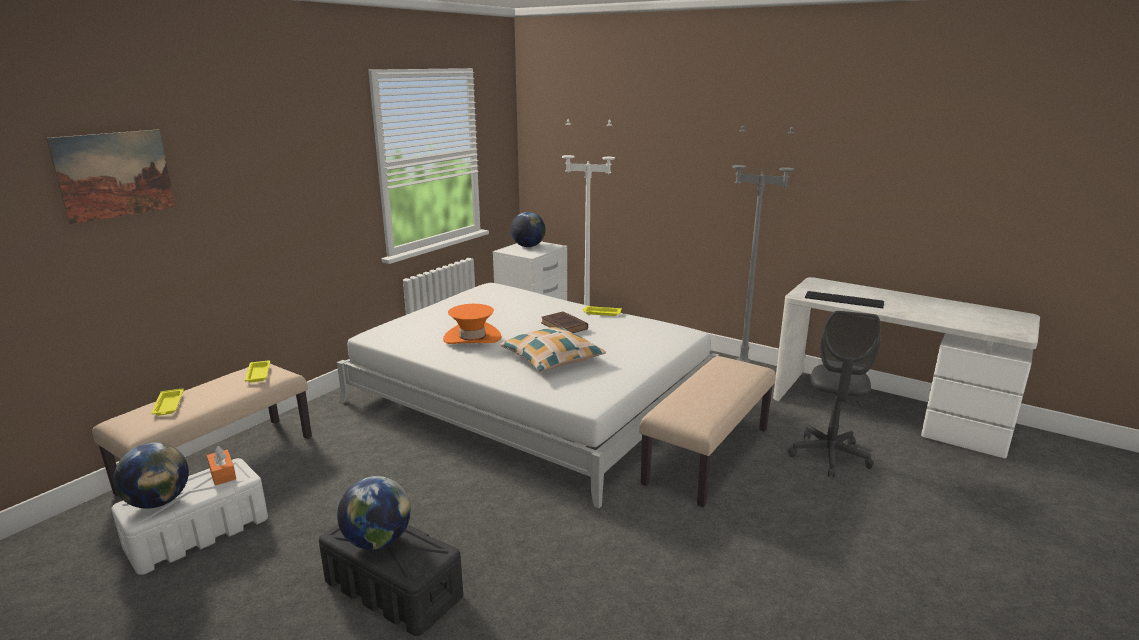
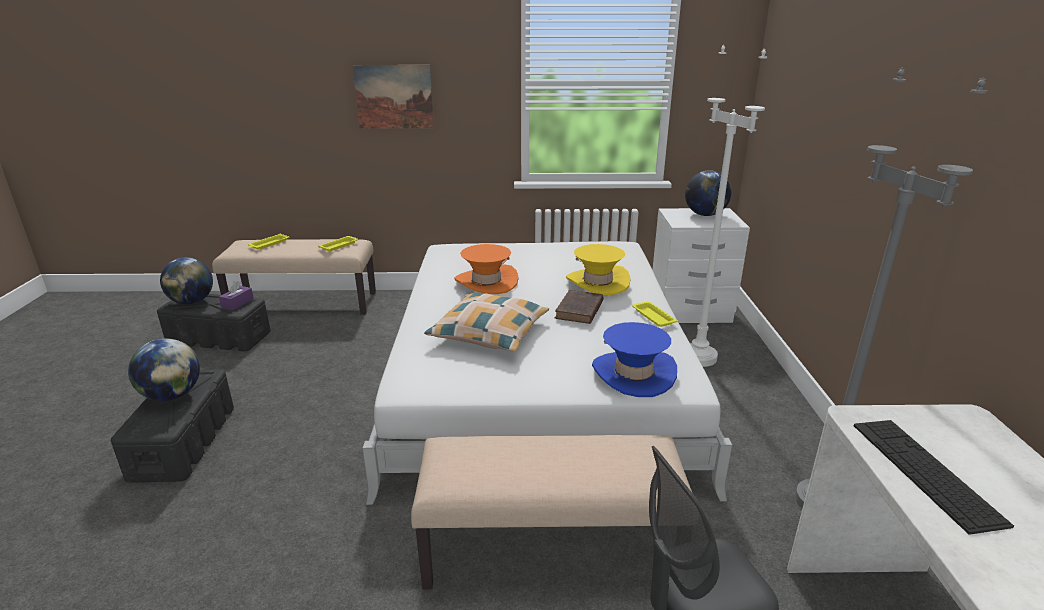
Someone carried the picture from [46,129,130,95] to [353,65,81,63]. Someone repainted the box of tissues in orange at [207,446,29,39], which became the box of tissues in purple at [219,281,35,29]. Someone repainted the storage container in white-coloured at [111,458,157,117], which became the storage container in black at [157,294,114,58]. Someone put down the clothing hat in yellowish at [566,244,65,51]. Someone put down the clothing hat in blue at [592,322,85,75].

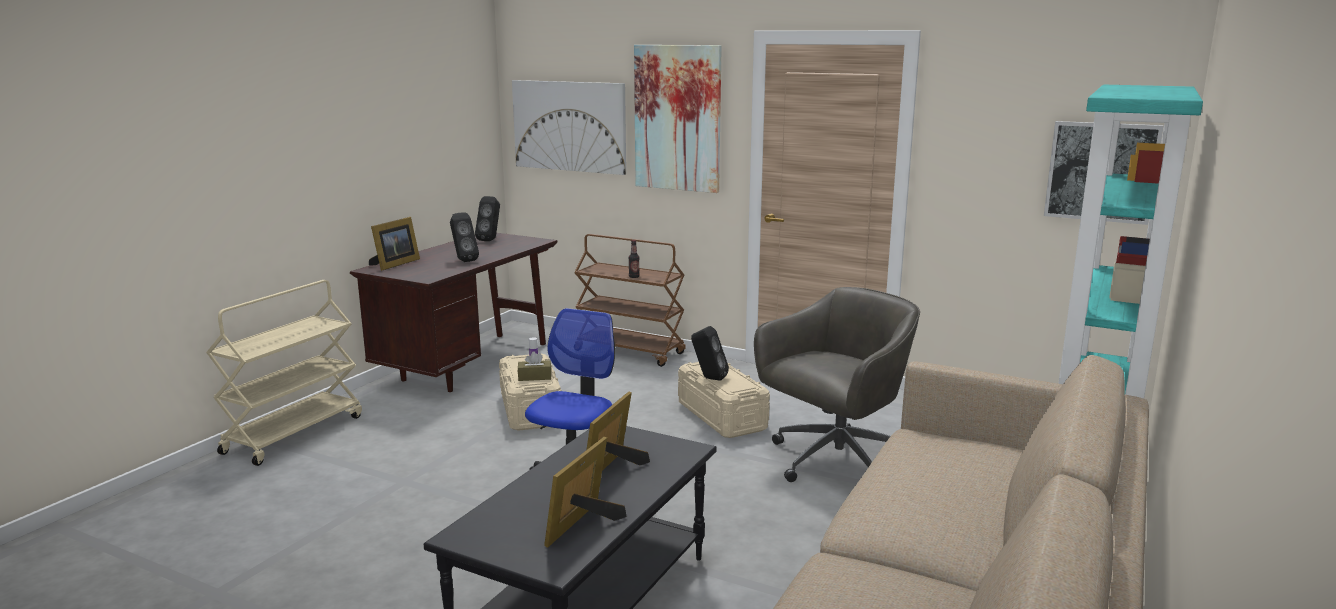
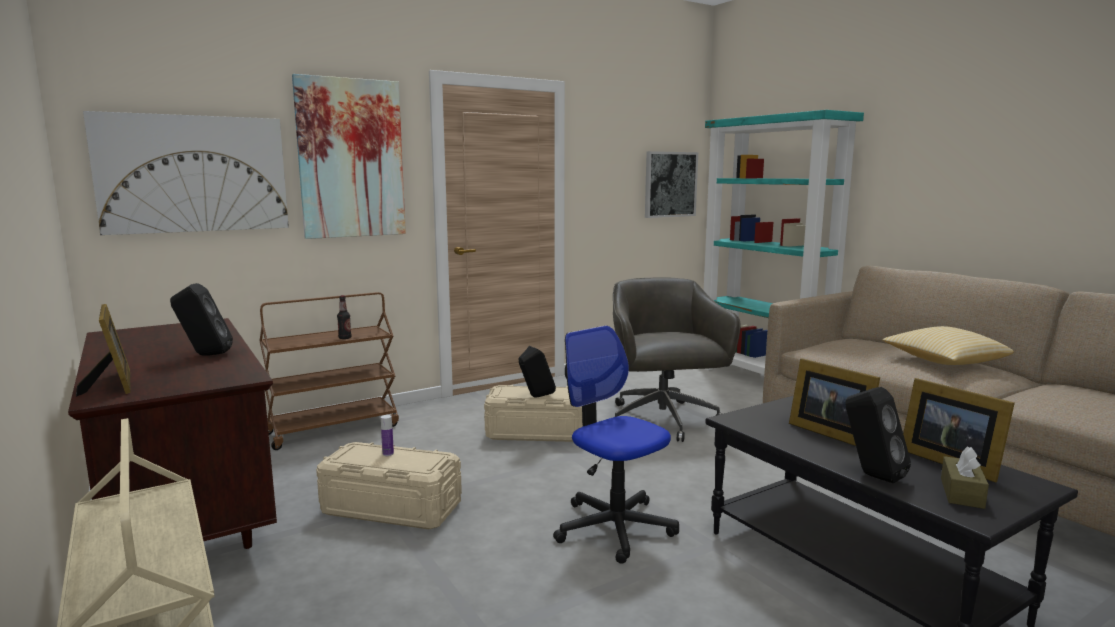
Someone carried the speaker in black from [475,196,25,45] to [845,387,66,97]. Someone carried the box of tissues in brown from [518,351,33,30] to [941,446,48,63]. Someone put down the cushion at [883,326,131,39].

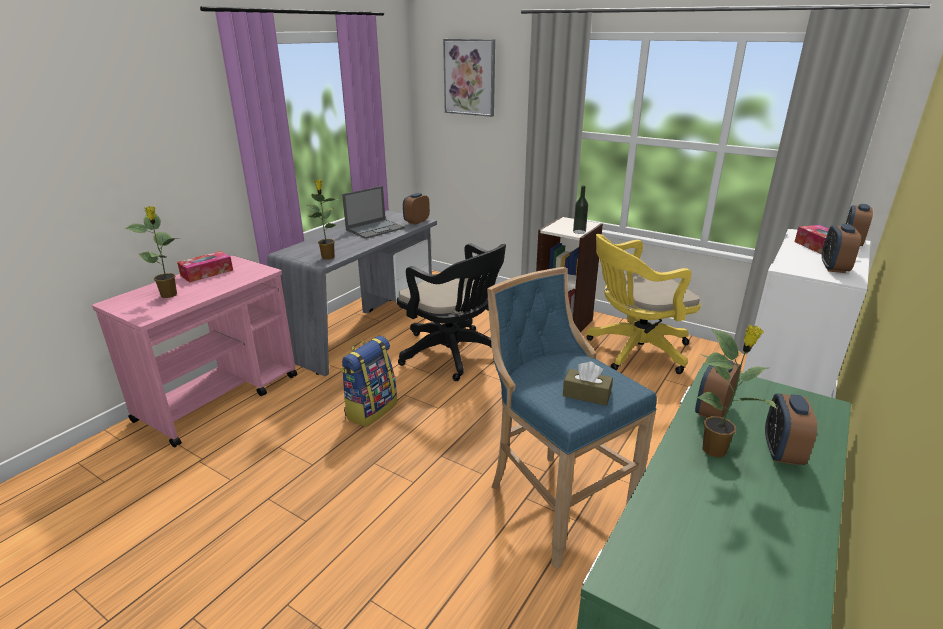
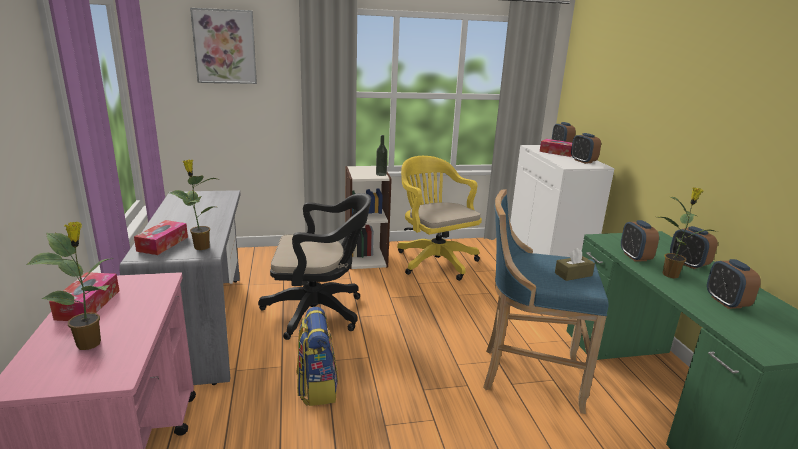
Someone took away the laptop at [342,186,63,53]. Someone carried the table clock from [403,193,27,32] to [707,259,54,50]. Someone rotated the office chair in yellowish at [586,234,115,140] by 120 degrees clockwise. Someone put down the box of tissues at [134,220,54,35].

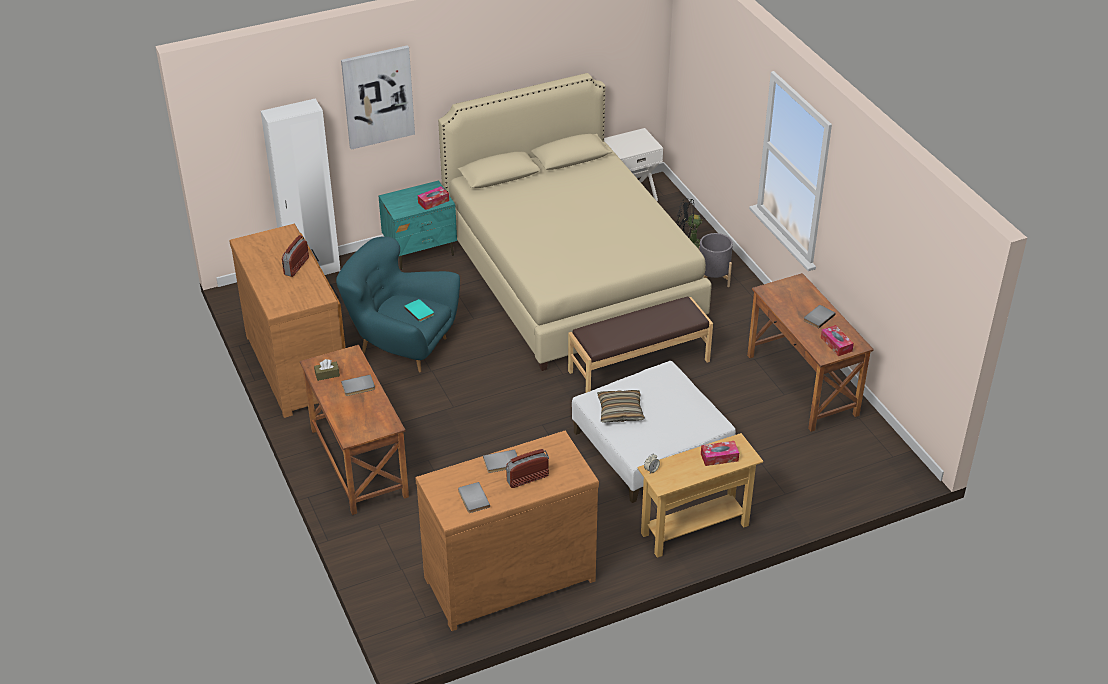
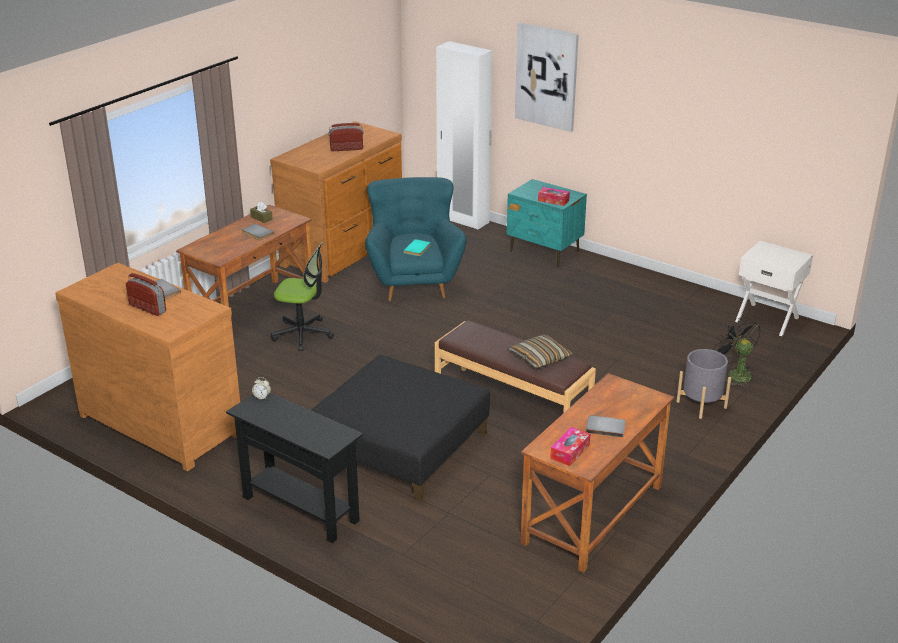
Someone took away the bed in beige at [438,73,274,298]. Someone repainted the ottoman in white-coloured at [572,361,164,142], which became the ottoman in black at [311,355,179,147]. Someone carried the cushion from [597,390,48,33] to [509,334,64,35]. Someone repainted the console table in beige at [637,433,126,125], which became the console table in black at [226,393,137,150]. Someone took away the box of tissues at [701,441,38,25]. Someone took away the bound book in grey at [458,482,32,31]. Someone put down the office chair at [271,242,63,109].

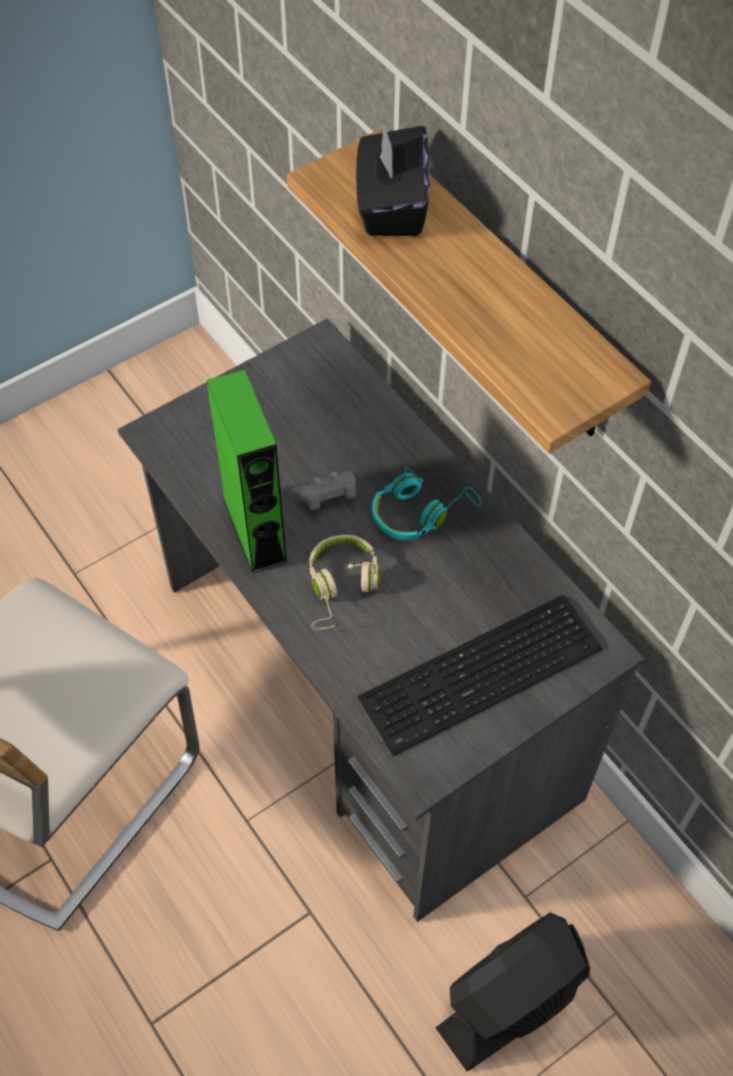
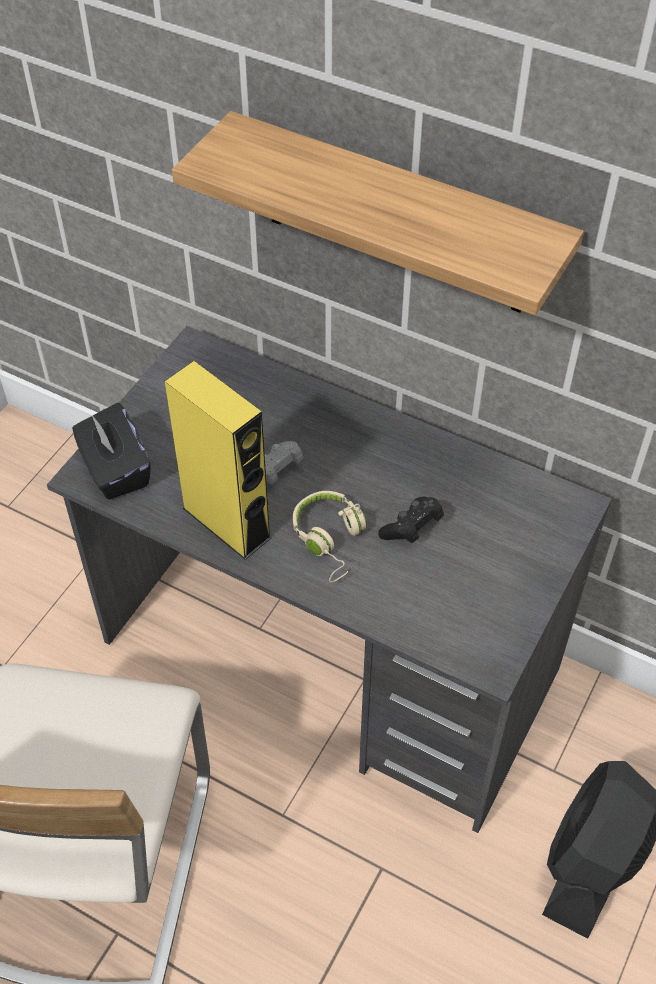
Someone carried the box of tissues in black from [356,125,74,111] to [72,403,78,97]. Someone repainted the speaker in greenish at [206,369,82,205], which became the speaker in yellowish at [165,361,107,199]. Someone took away the pair of headphones in blue-green at [372,467,109,73]. Someone took away the PC keyboard at [358,595,244,161]. Someone put down the gamepad in black at [378,496,66,47].

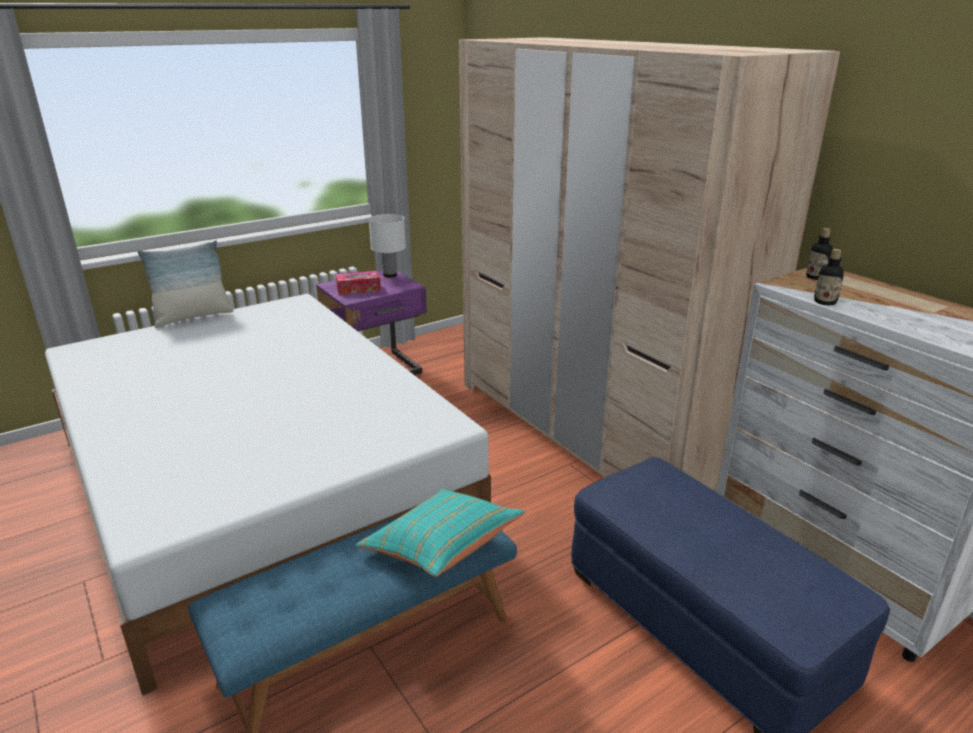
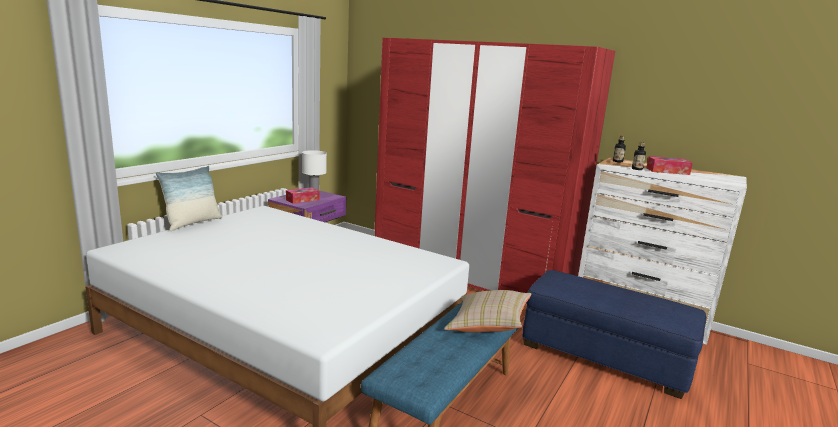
Someone repainted the armoire in beige at [459,37,381,455], which became the armoire in reddish at [374,38,241,255]. Someone repainted the cushion in blue-green at [356,489,169,88], which became the cushion in beige at [444,290,88,43]. Someone put down the box of tissues at [646,156,47,19].

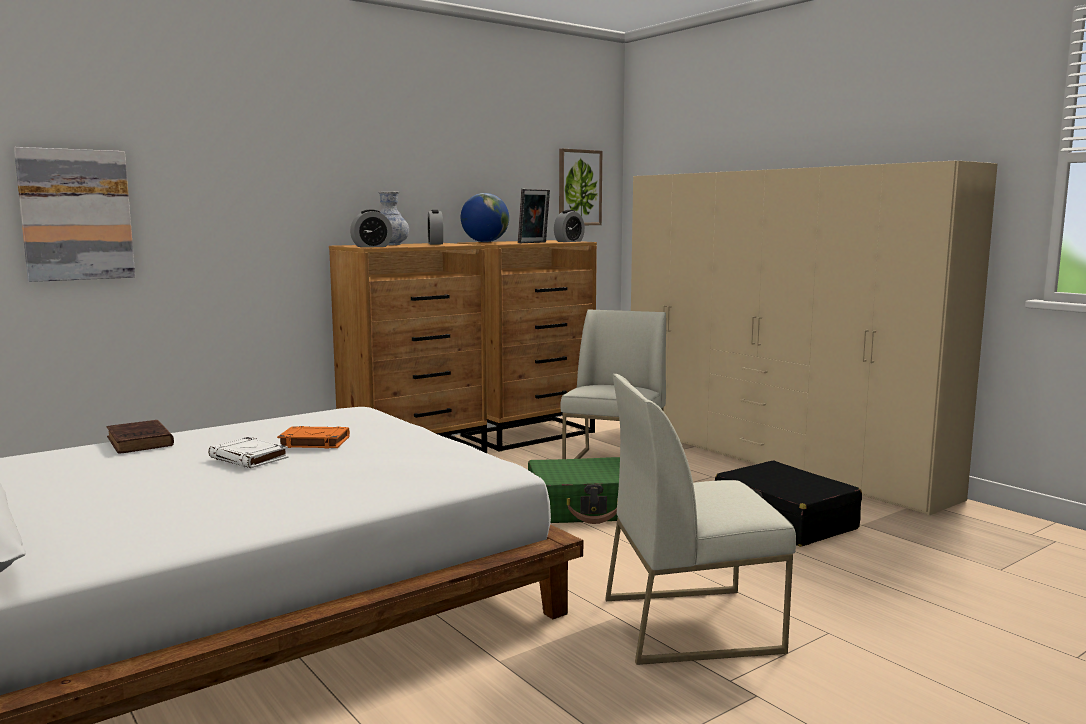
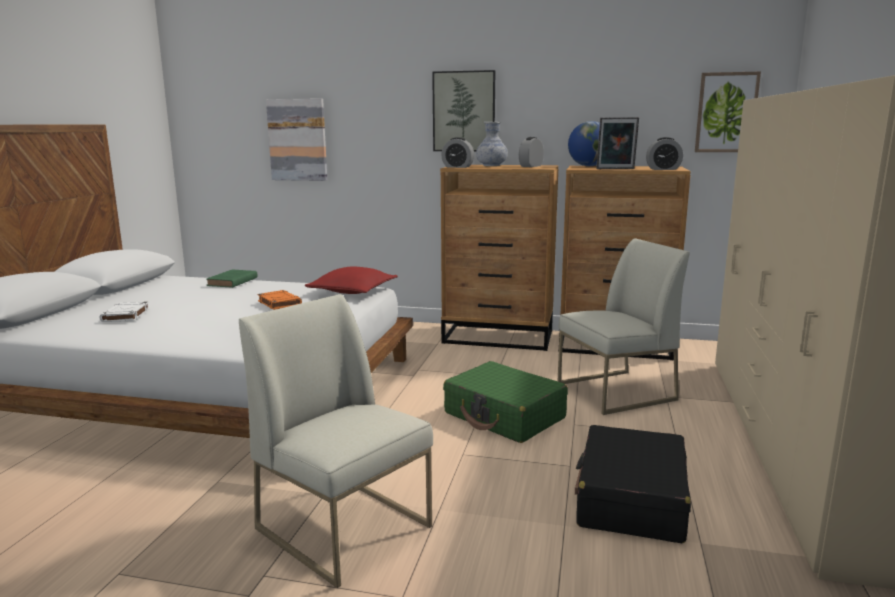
Someone repainted the bound book in brown at [107,420,67,34], which became the bound book in greenish at [206,269,52,19]. Someone carried the bound book in white-coloured from [208,437,81,31] to [100,302,50,20]. Someone put up the picture at [432,70,63,81]. Someone put down the cushion in reddish at [304,266,94,28].

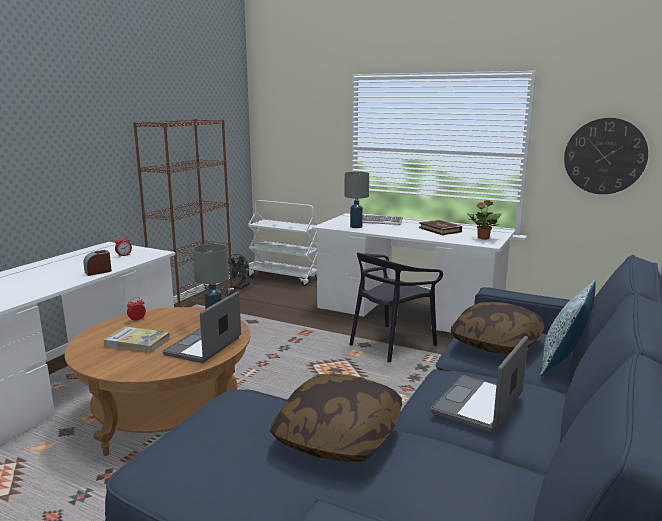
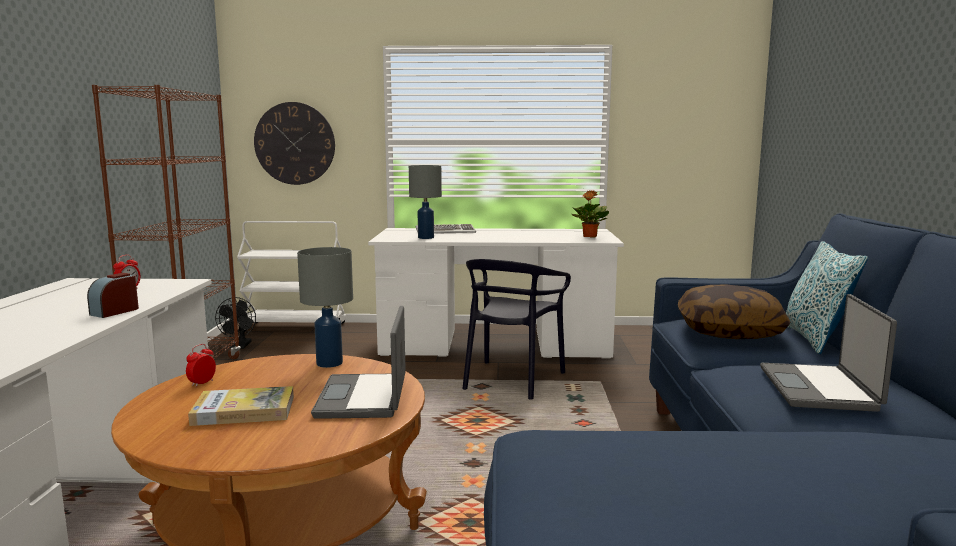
Someone carried the wall clock from [564,118,84,76] to [254,102,81,83]. Someone took away the bound book at [419,220,43,15]. Someone took away the cushion at [270,374,132,88].

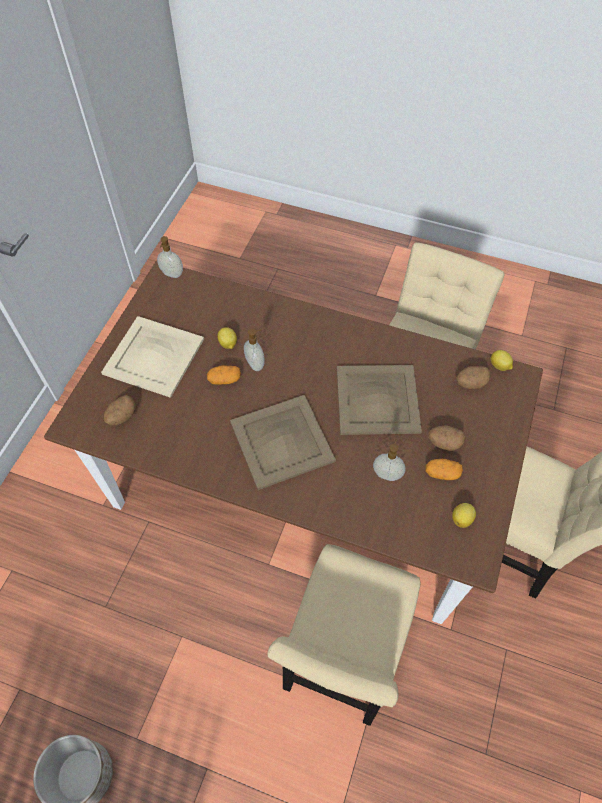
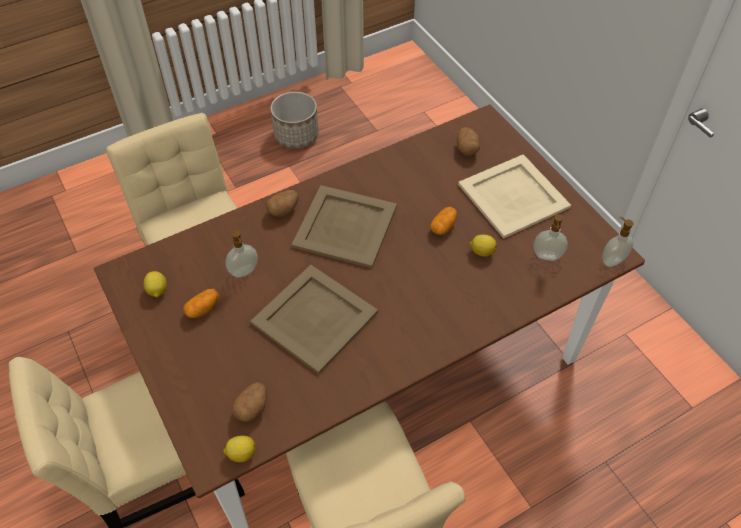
Someone carried the soap bottle from [244,329,21,42] to [533,214,35,47]. Someone carried the potato from [428,425,38,26] to [266,190,33,27].

